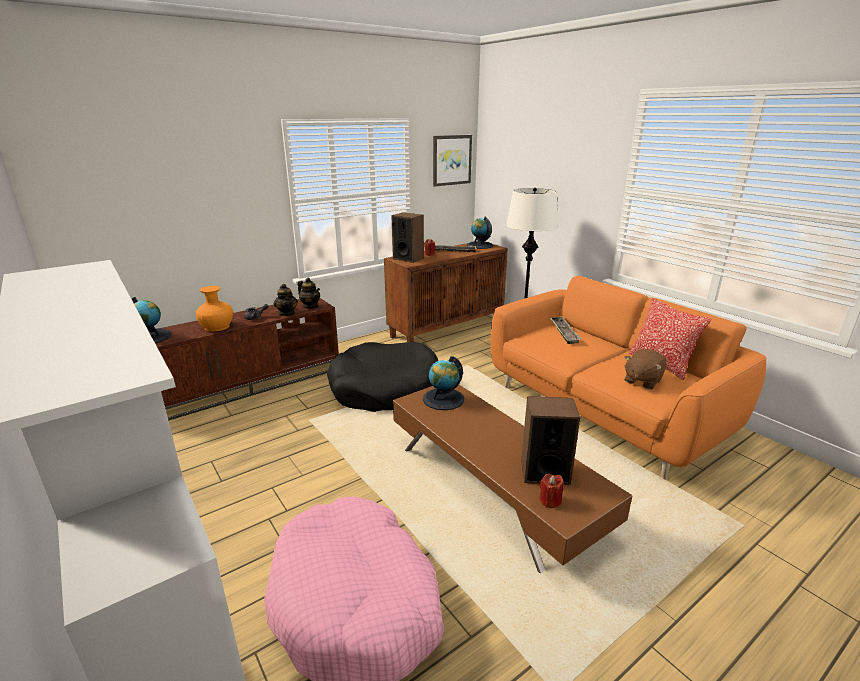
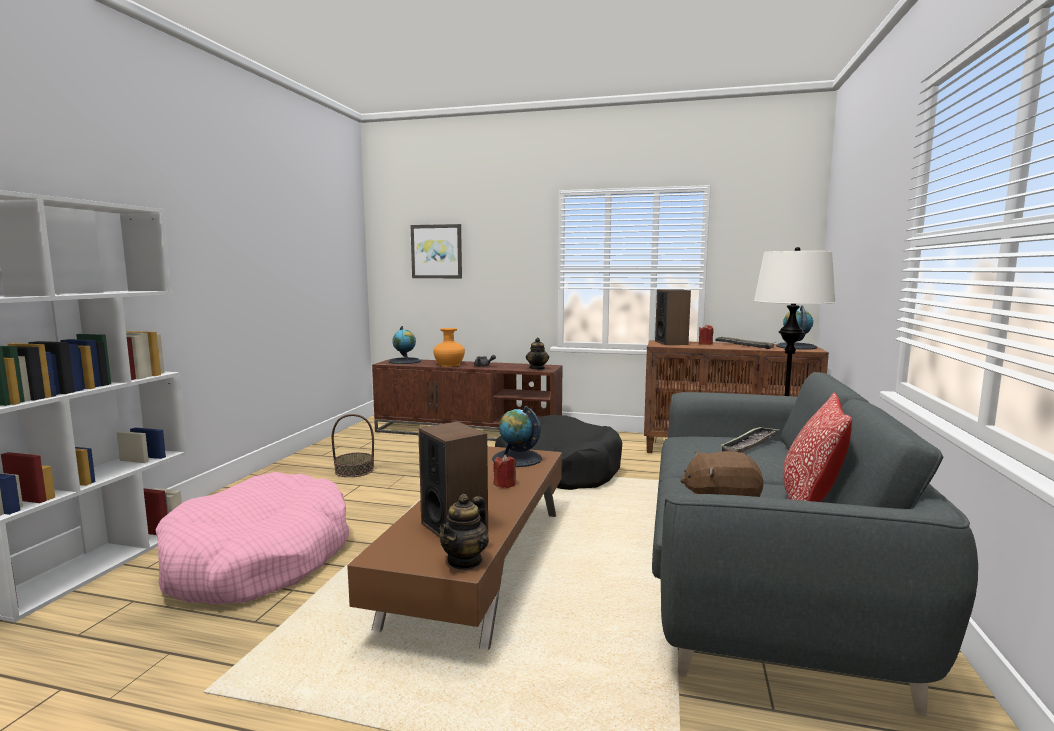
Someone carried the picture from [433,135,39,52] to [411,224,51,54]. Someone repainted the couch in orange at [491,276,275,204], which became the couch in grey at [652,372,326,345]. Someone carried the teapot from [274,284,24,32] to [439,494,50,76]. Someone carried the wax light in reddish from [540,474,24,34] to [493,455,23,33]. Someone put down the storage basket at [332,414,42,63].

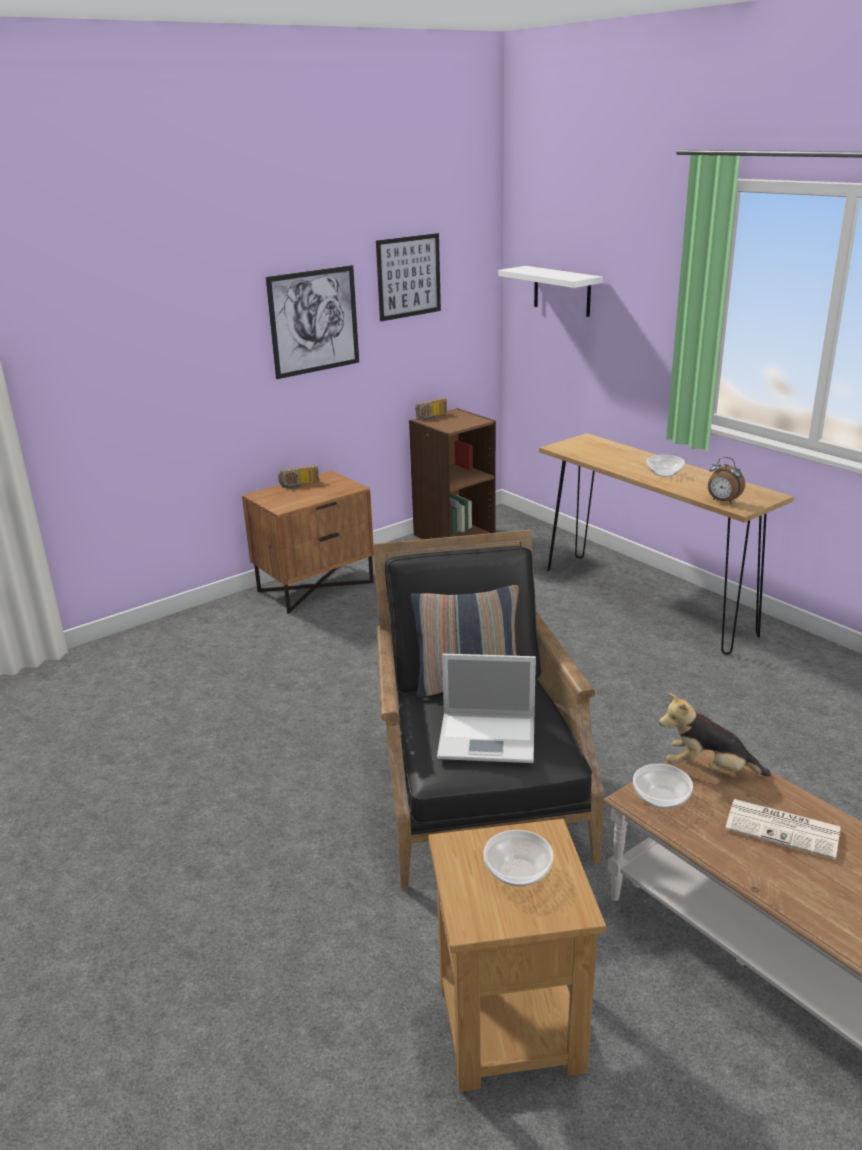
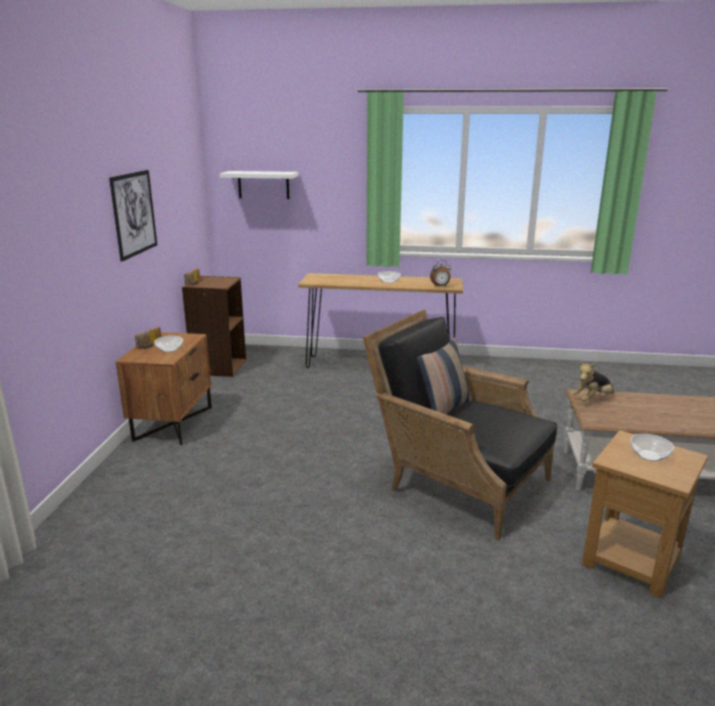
Someone took away the picture at [376,233,65,88]. Someone took away the laptop at [437,654,99,109]. Someone carried the serving bowl from [633,764,60,45] to [154,336,29,16]. Someone took away the printed paper at [725,799,116,61].

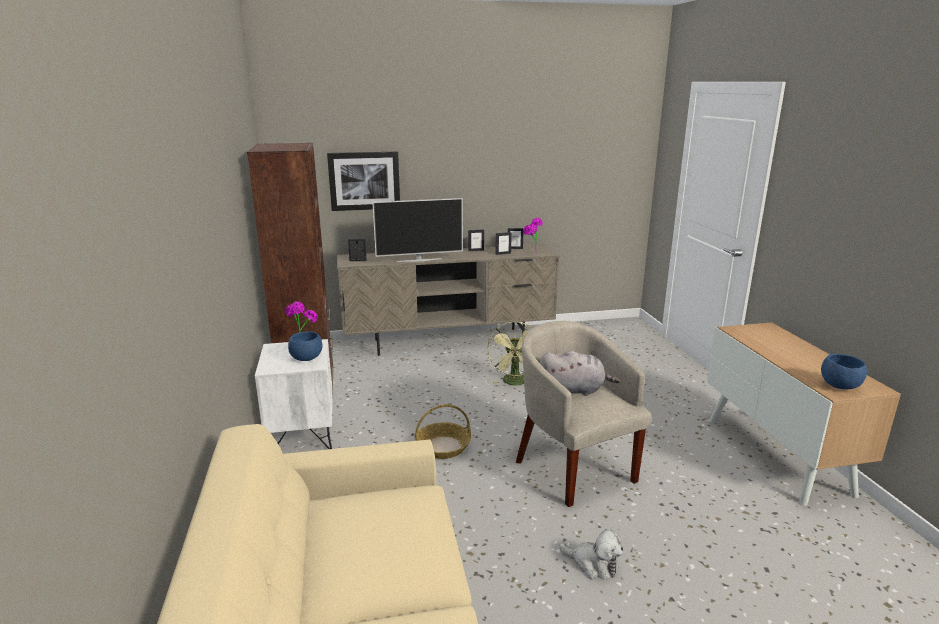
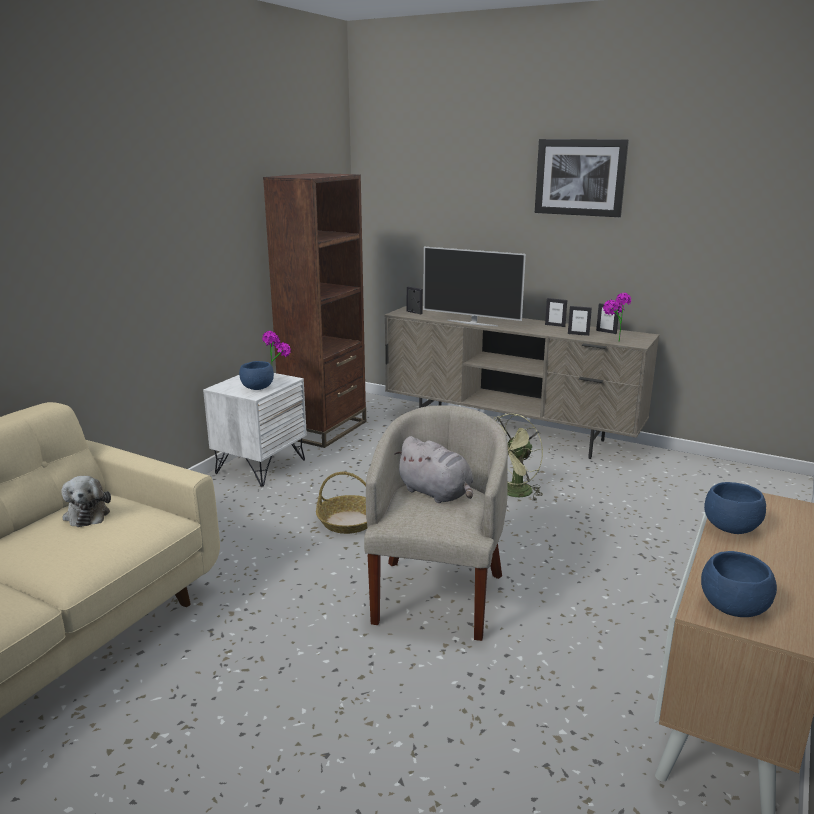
Someone carried the picture from [327,152,73,59] to [535,139,94,78]. Someone carried the cuddly toy from [559,530,64,49] to [61,476,50,51]. Someone put down the serving bowl in blue at [704,482,62,52].

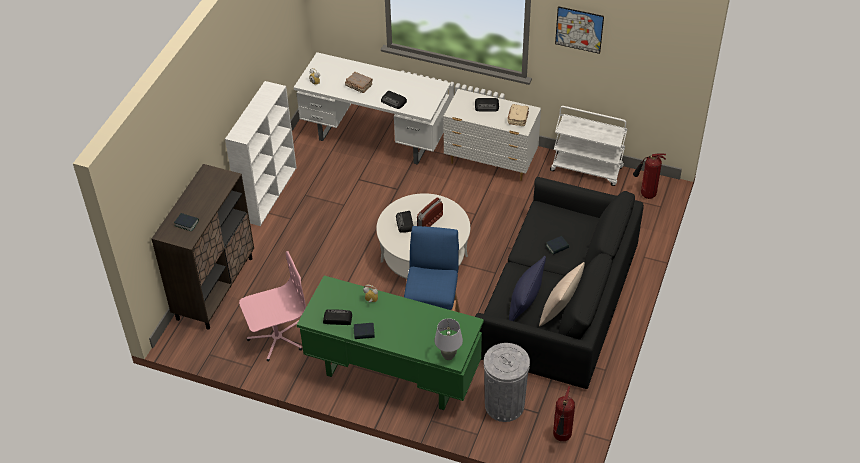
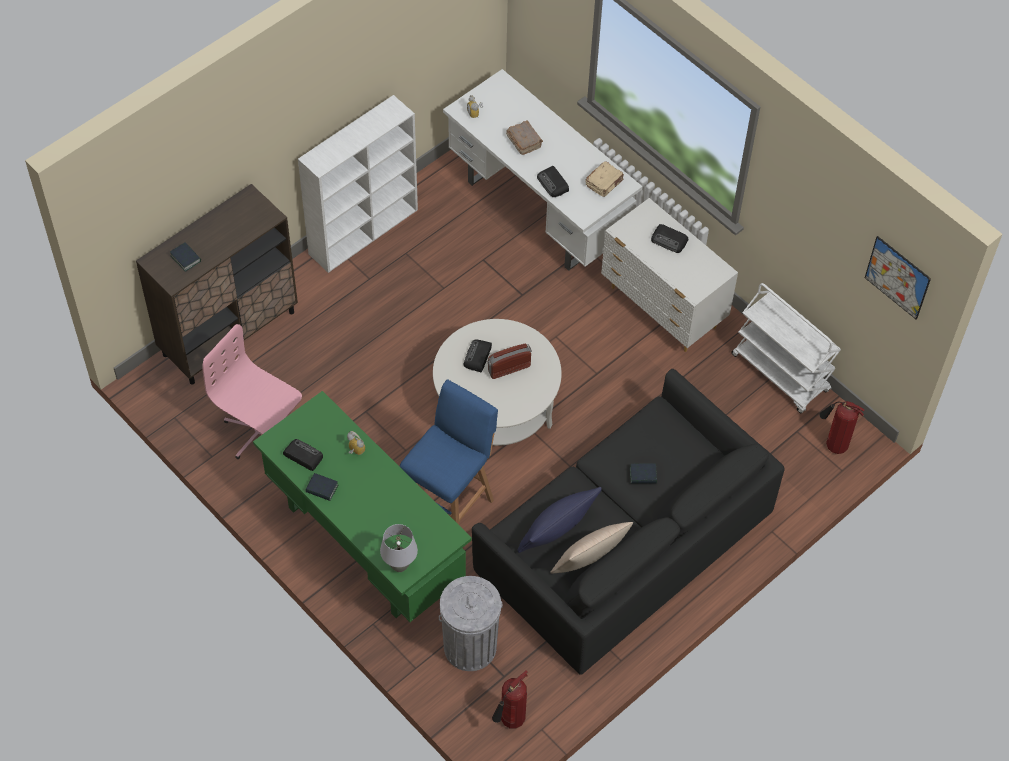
Someone carried the picture from [555,6,49,48] to [865,236,66,84]. Someone carried the bound book in beige from [507,104,22,22] to [585,162,39,35]. Someone rotated the office chair in pink at [239,251,67,110] by 150 degrees counterclockwise.

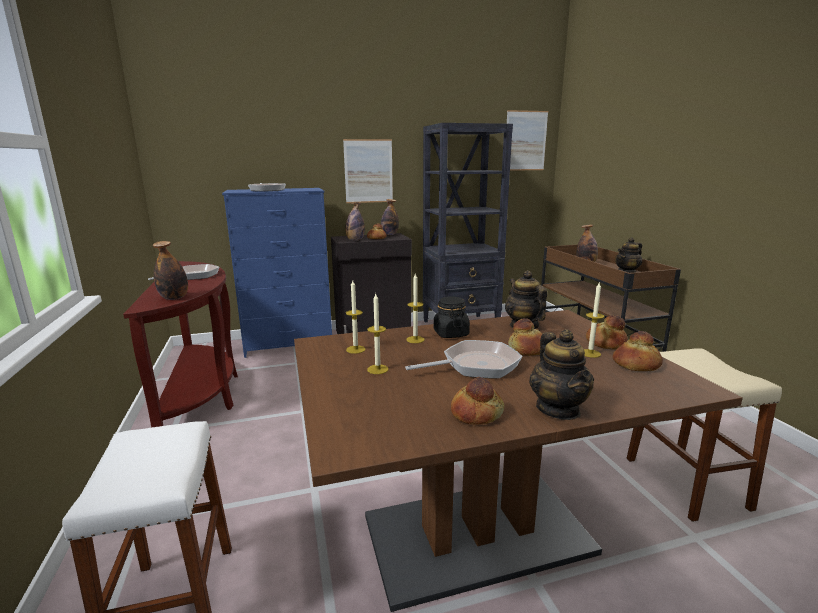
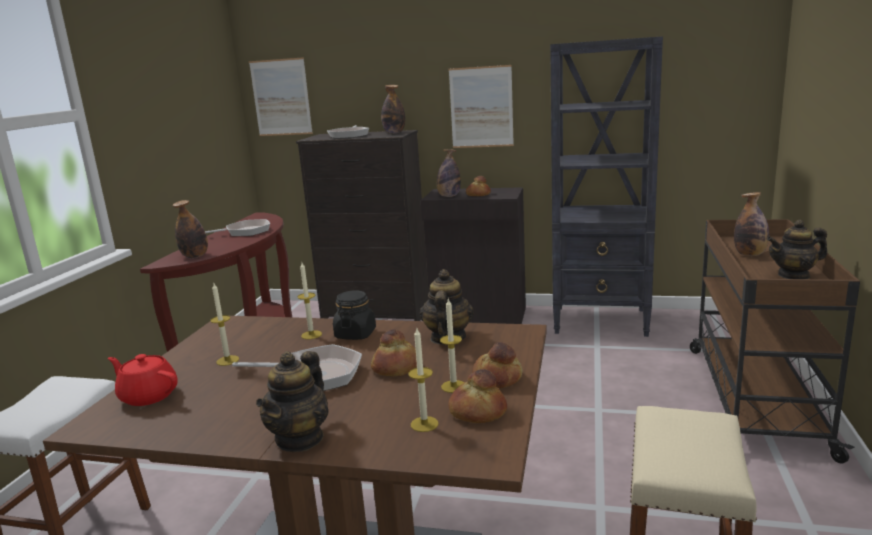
Someone carried the picture from [507,110,41,61] to [249,57,64,79]. Someone repainted the dresser in blue at [222,188,110,170], which became the dresser in black at [296,130,133,191]. Someone carried the beverage bottle from [381,199,18,36] to [381,85,24,48]. Someone carried the wax light from [346,281,20,73] to [408,328,31,104]. Someone took away the bakery bread at [451,377,54,48]. Someone put down the teapot in reddish at [108,354,70,52].

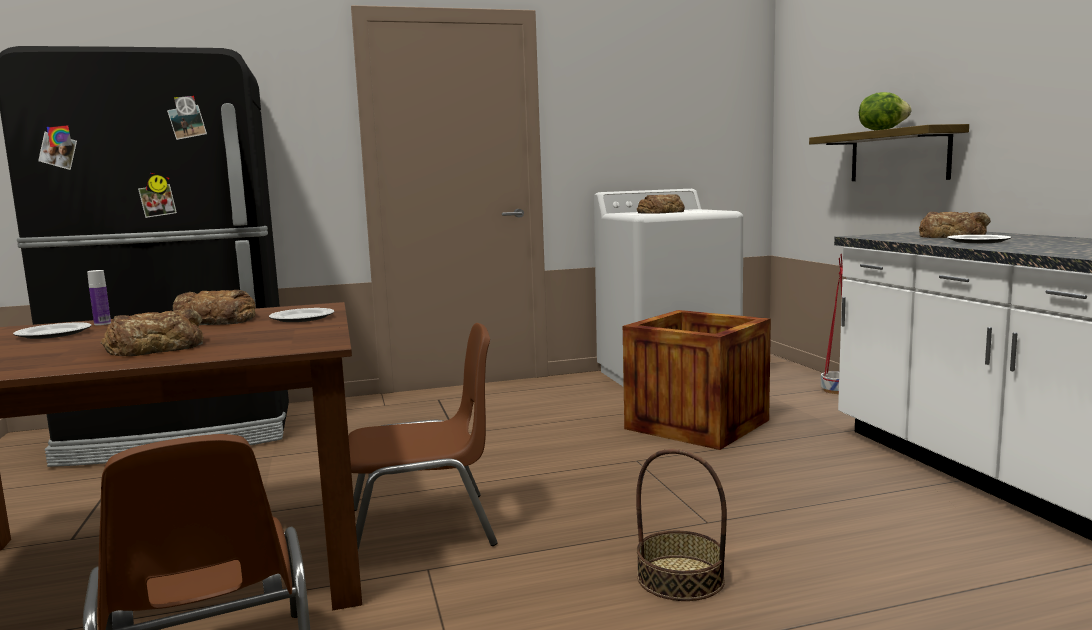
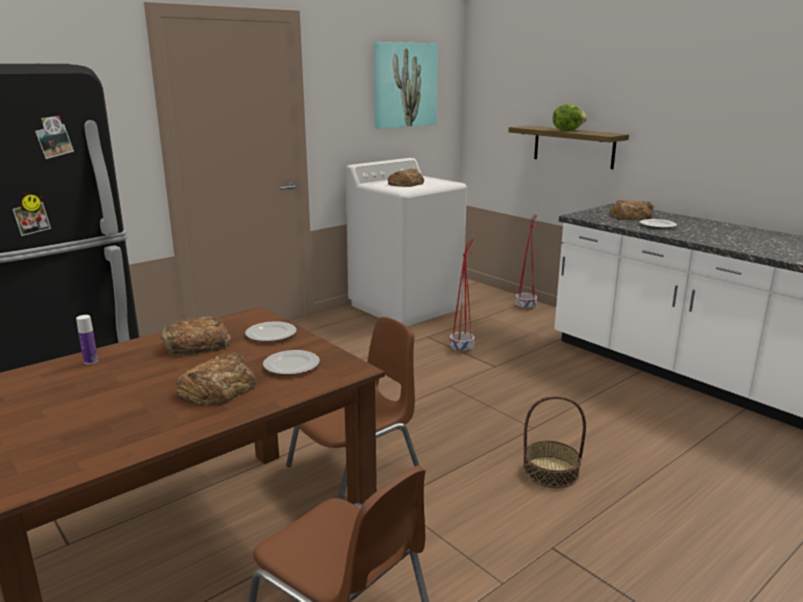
Someone swapped the packing crate at [623,310,148,140] for the flower pot in reddish at [450,239,25,114]. Someone carried the flat dish from [13,322,79,17] to [263,350,57,25]. Someone put up the picture at [374,42,64,87].

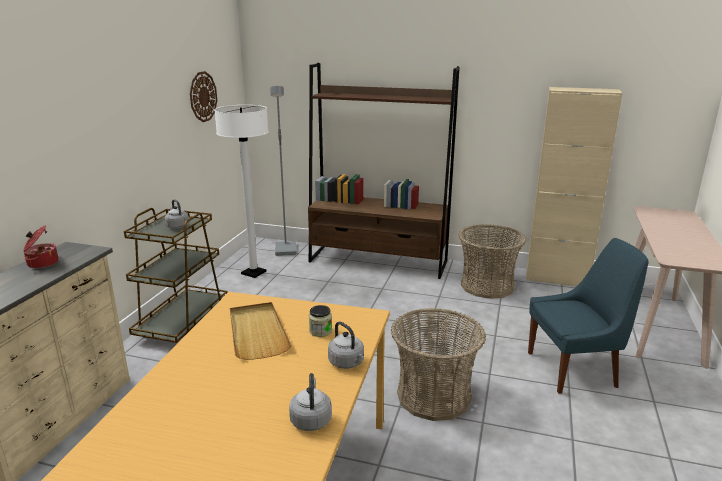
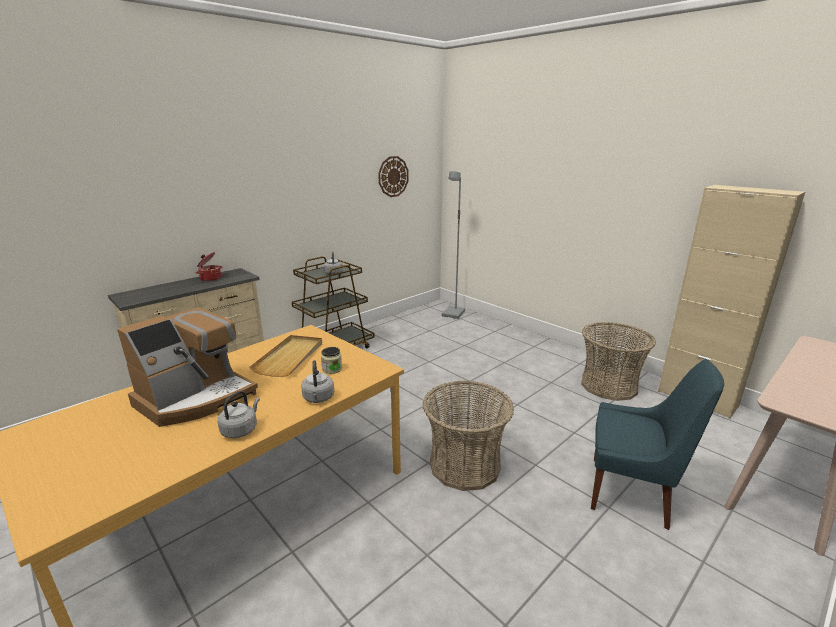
Someone took away the shelving unit in brown at [308,63,152,216]. Someone took away the standing lamp in white-coloured at [214,105,55,173]. Someone put down the coffee brewer at [117,307,141,120].

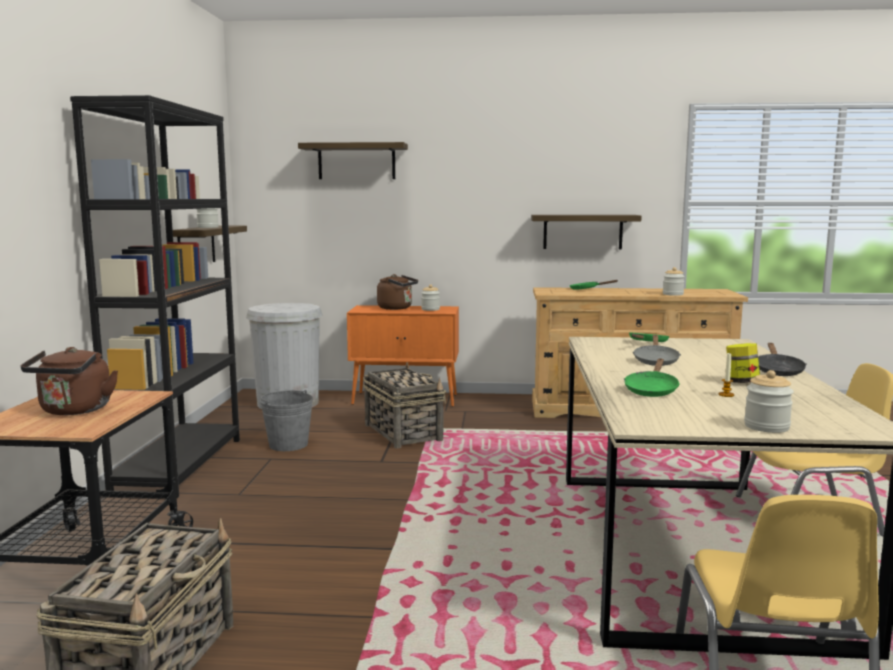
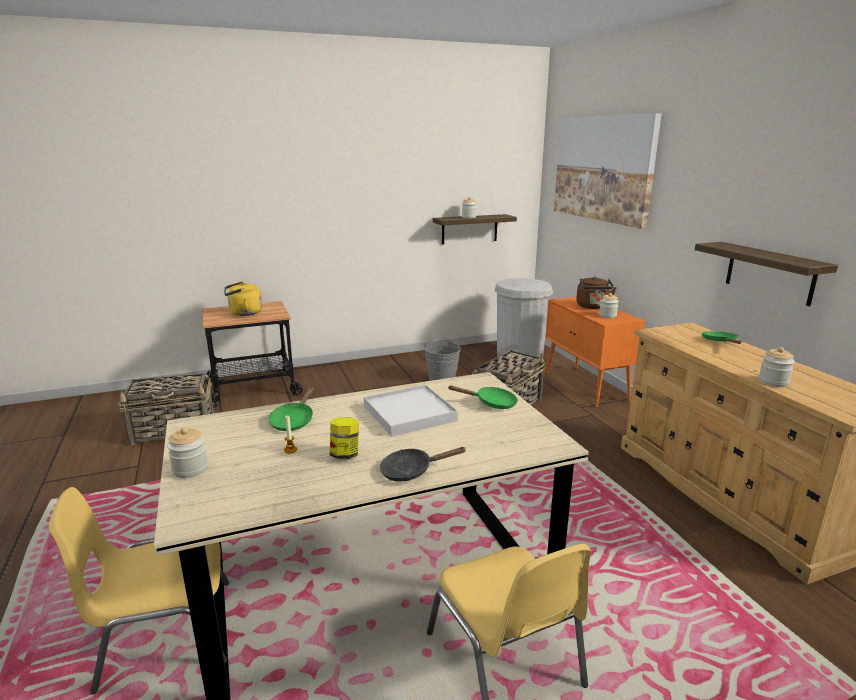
Someone took away the shelving unit in black at [70,95,170,403]. Someone swapped the wall shelf at [298,142,110,37] for the picture at [554,114,108,115]. Someone swapped the pan in grey at [633,335,48,31] for the carrying tray in white-coloured at [364,384,94,53]. Someone repainted the water kettle in brown at [20,347,98,68], which became the water kettle in yellowish at [224,281,38,35]. Someone rotated the pan in greenish at [624,359,56,38] by 75 degrees counterclockwise.

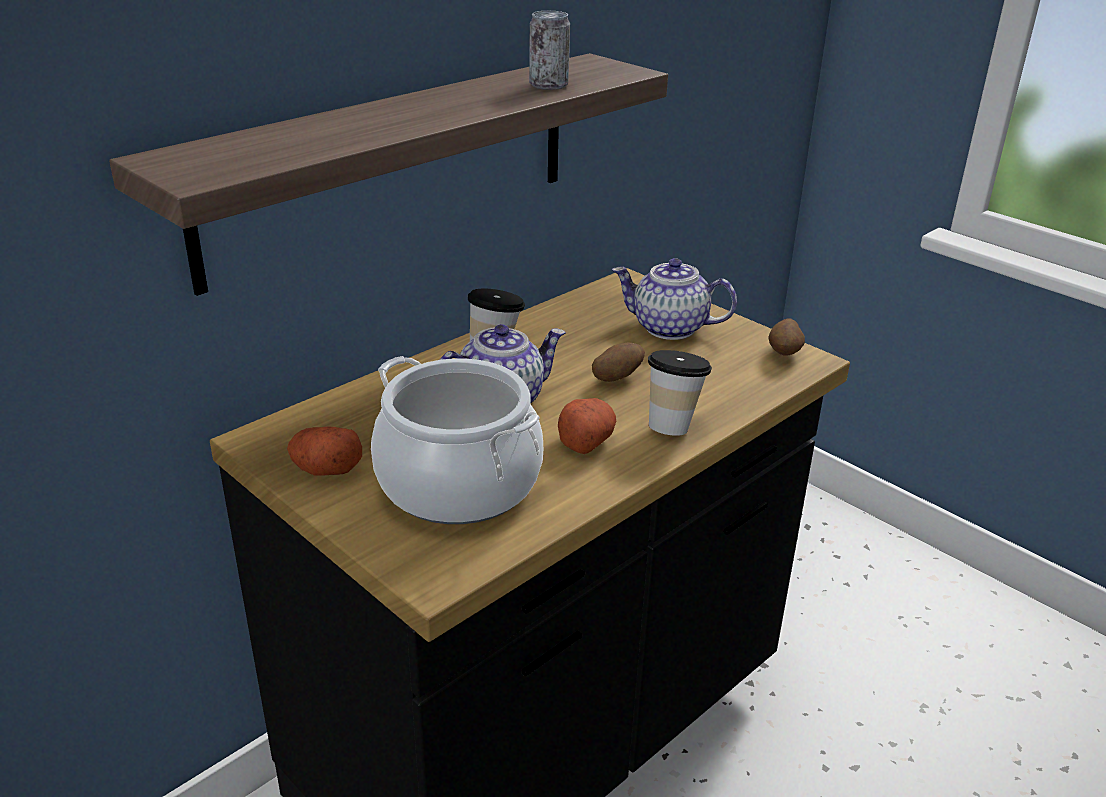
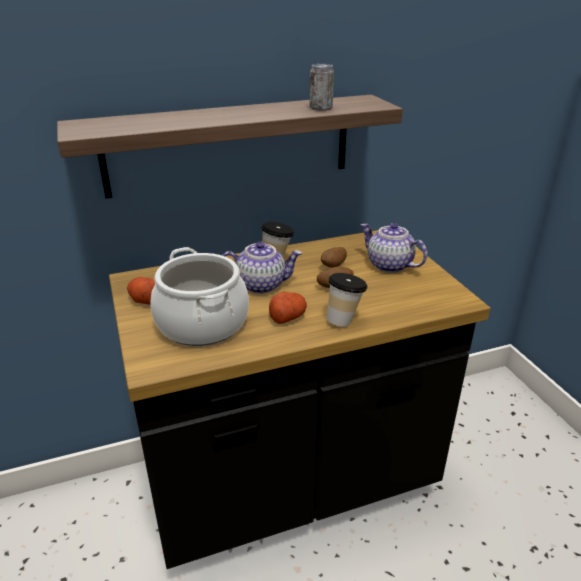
Someone carried the potato from [768,319,37,37] to [321,247,26,21].

